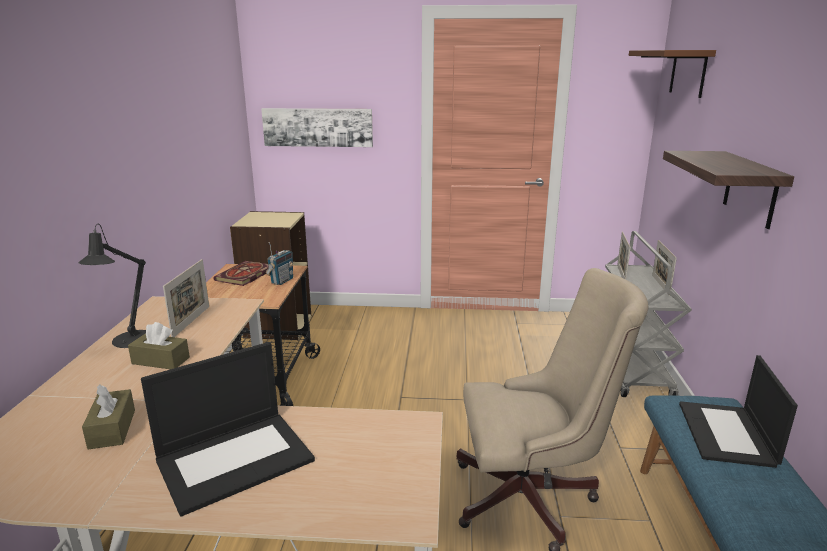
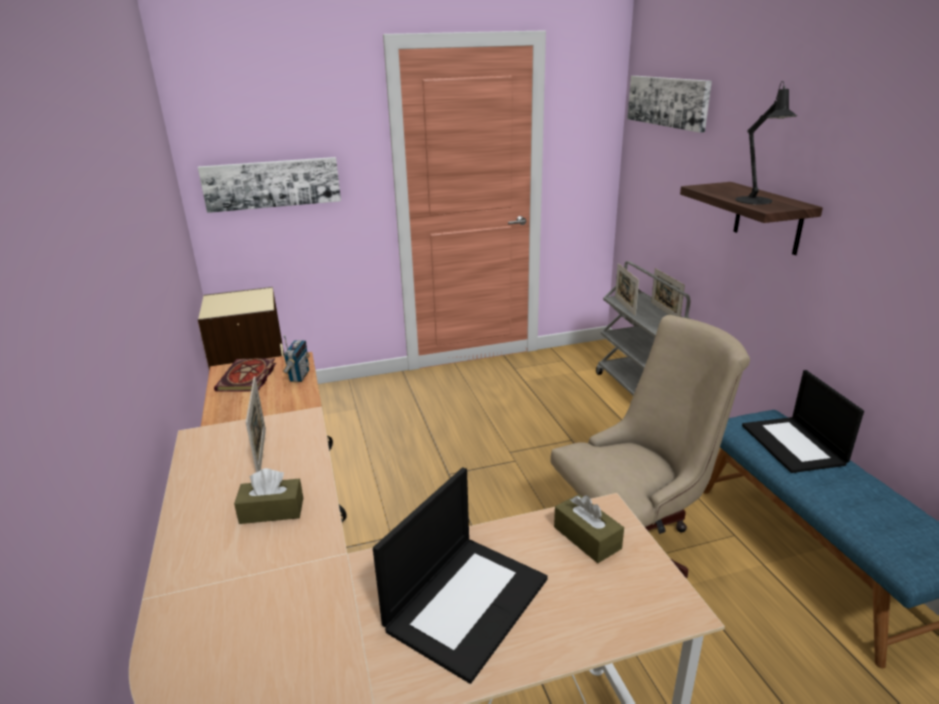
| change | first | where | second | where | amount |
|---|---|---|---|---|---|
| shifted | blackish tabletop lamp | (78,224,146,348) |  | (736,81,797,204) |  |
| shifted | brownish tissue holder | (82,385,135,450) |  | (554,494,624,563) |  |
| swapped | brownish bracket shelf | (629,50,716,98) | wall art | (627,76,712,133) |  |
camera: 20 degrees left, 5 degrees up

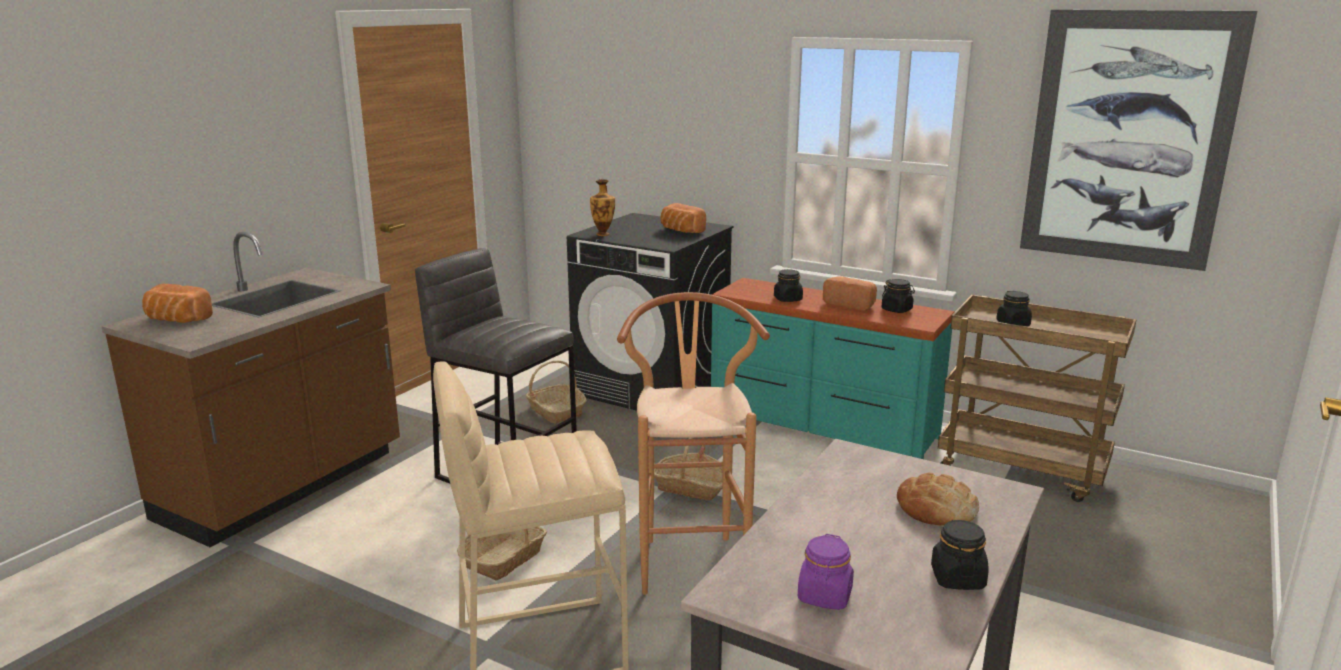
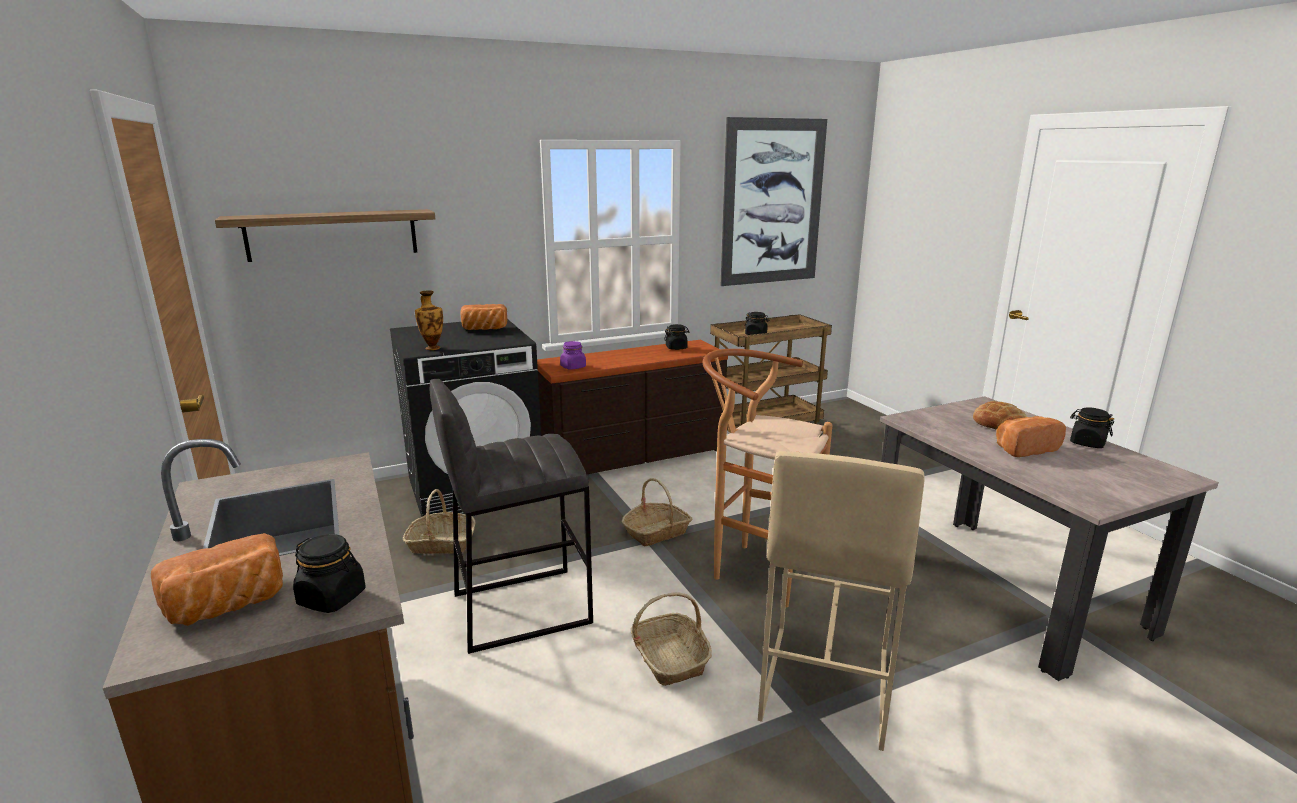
| change | first | where | second | where | amount |
|---|---|---|---|---|---|
| new |  |  | bracket shelf | (215,209,435,262) |  |
| shifted | blackish preserve jar | (774,269,803,302) |  | (293,534,365,613) |  |
| shifted | purple preserve jar | (798,534,854,610) |  | (560,341,586,369) |  |
| shifted | baked bread | (823,276,877,311) |  | (996,416,1066,457) |  |
| repainted | turquoise-coloured drawer chest | (711,278,955,459) | brownish drawer chest | (537,340,728,474) |  |
camera: 55 degrees left, 0 degrees up

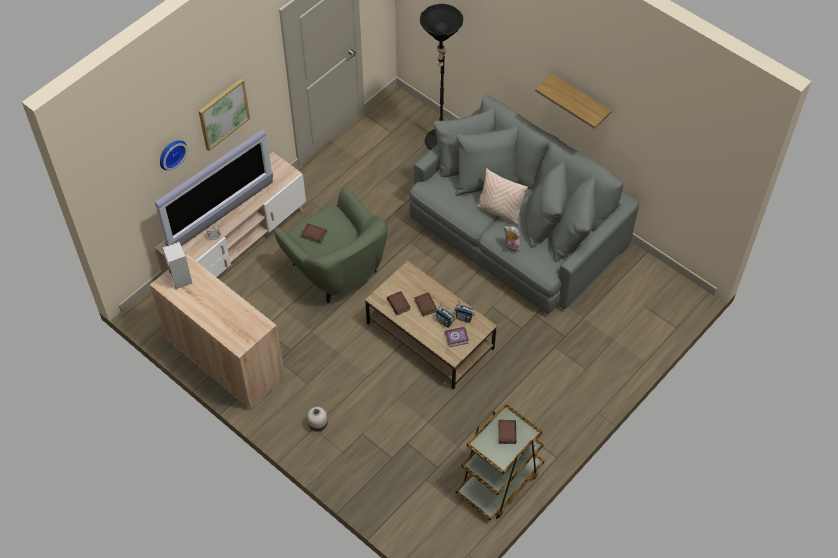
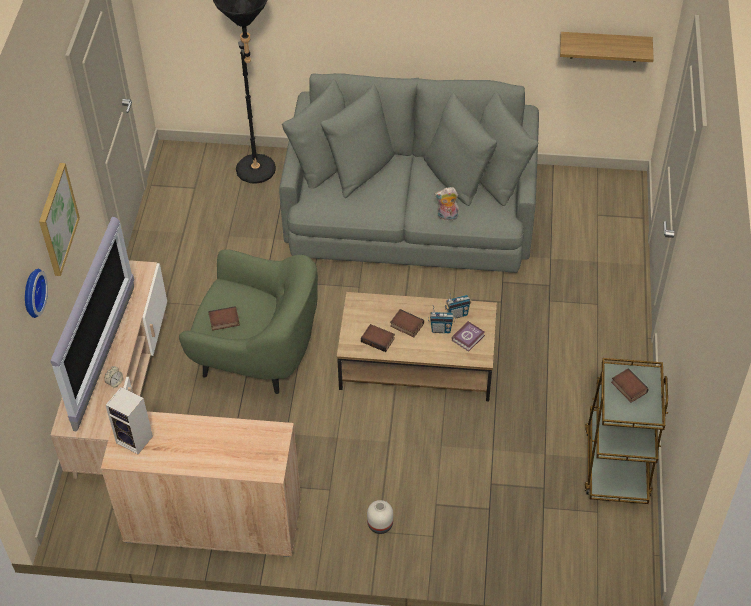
| change | first | where | second | where | amount |
|---|---|---|---|---|---|
| gone | beige-coloured pillow | (476,168,528,225) |  |  |  |
| shifted | bracket shelf | (535,74,612,129) |  | (560,32,654,62) |  |
camera: 35 degrees left, 5 degrees down

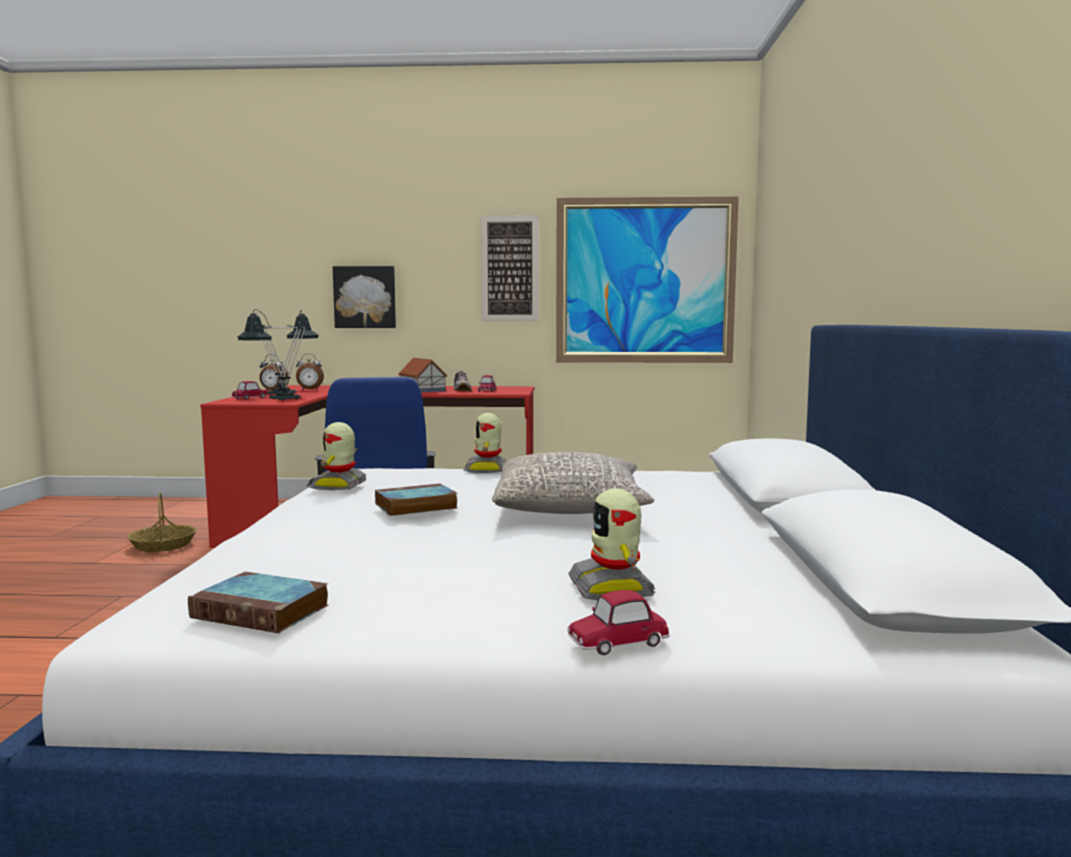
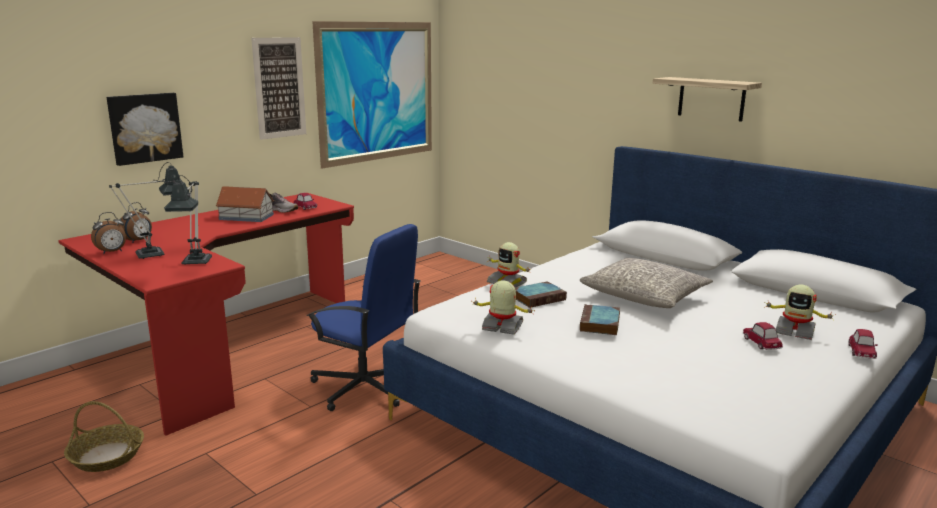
| change | first | where | second | where | amount |
|---|---|---|---|---|---|
| new |  |  | bracket shelf | (653,77,762,122) |  |
| shifted | book | (188,572,329,633) |  | (515,281,567,308) |  |
| shifted | model car | (232,381,268,400) |  | (743,322,783,350) |  |
| rotated | robot figure | (307,422,367,490) |  | (472,280,535,335) | 150 degrees clockwise |
camera: 50 degrees left, 10 degrees up

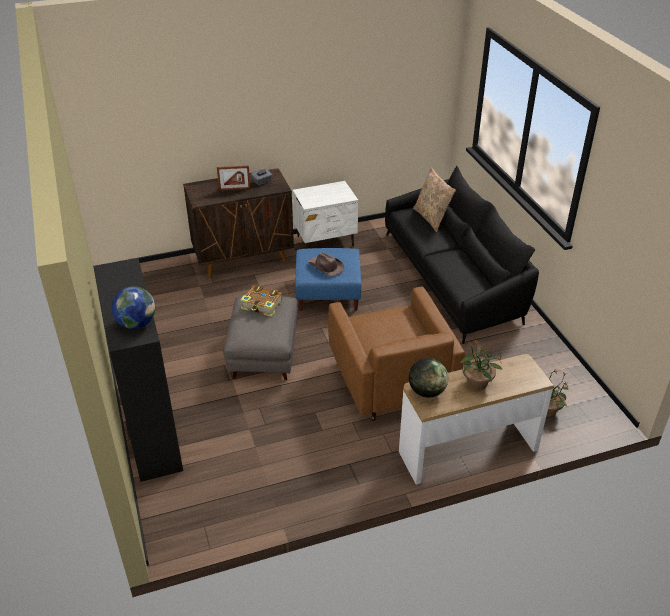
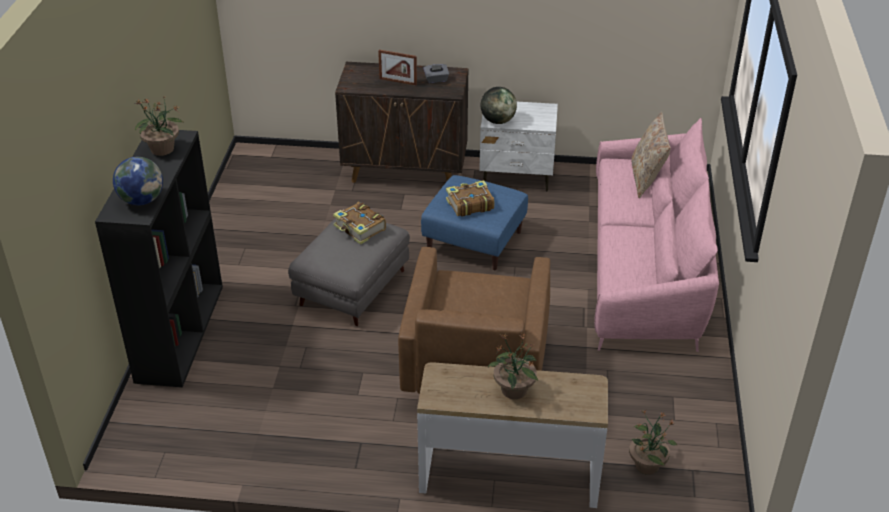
| change | first | where | second | where | amount |
|---|---|---|---|---|---|
| new |  |  | houseplant | (135,95,183,156) |  |
| shifted | globe | (409,358,448,398) |  | (481,87,517,124) |  |
| swapped | brownish hat | (308,252,344,277) | book | (446,180,494,217) |  |
| repainted | blackish sofa | (385,166,539,344) | pinkish sofa | (594,118,719,352) |  |
camera: 25 degrees right, 0 degrees up

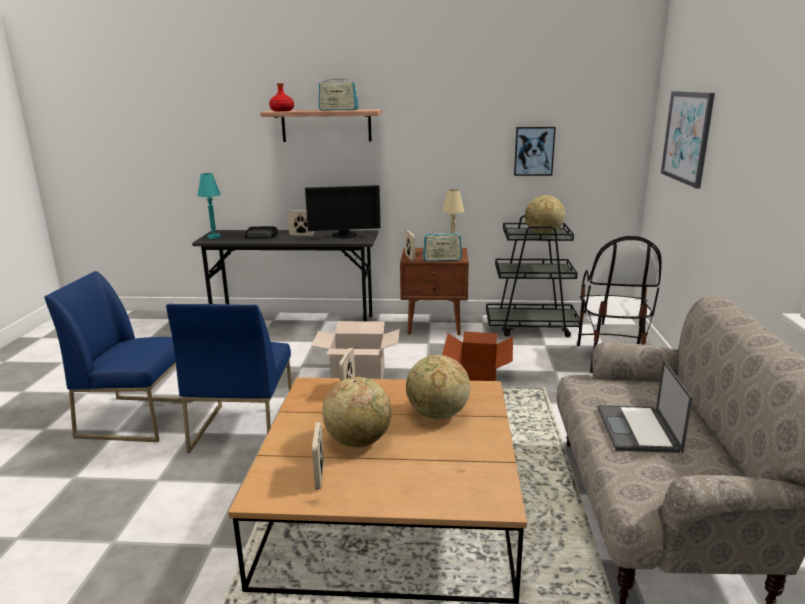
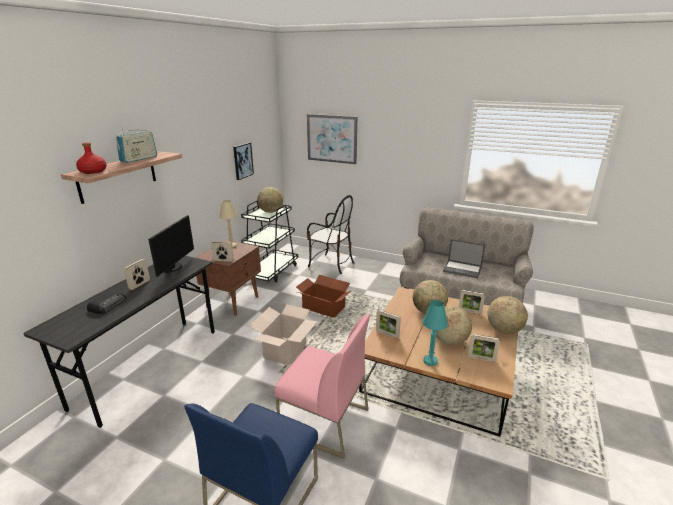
| change | first | where | second | where | amount |
|---|---|---|---|---|---|
| gone | radio | (423,228,462,261) |  |  |  |
| new |  |  | picture frame | (459,290,485,314) |  |
| new |  |  | globe | (487,296,528,334) |  |
| shifted | turquoise-coloured tabletop lamp | (197,173,221,239) |  | (422,300,448,366) |  |
| repainted | blue upright chair | (166,304,292,453) | pinkish upright chair | (274,314,370,459) |  |
camera: 70 degrees left, 5 degrees up

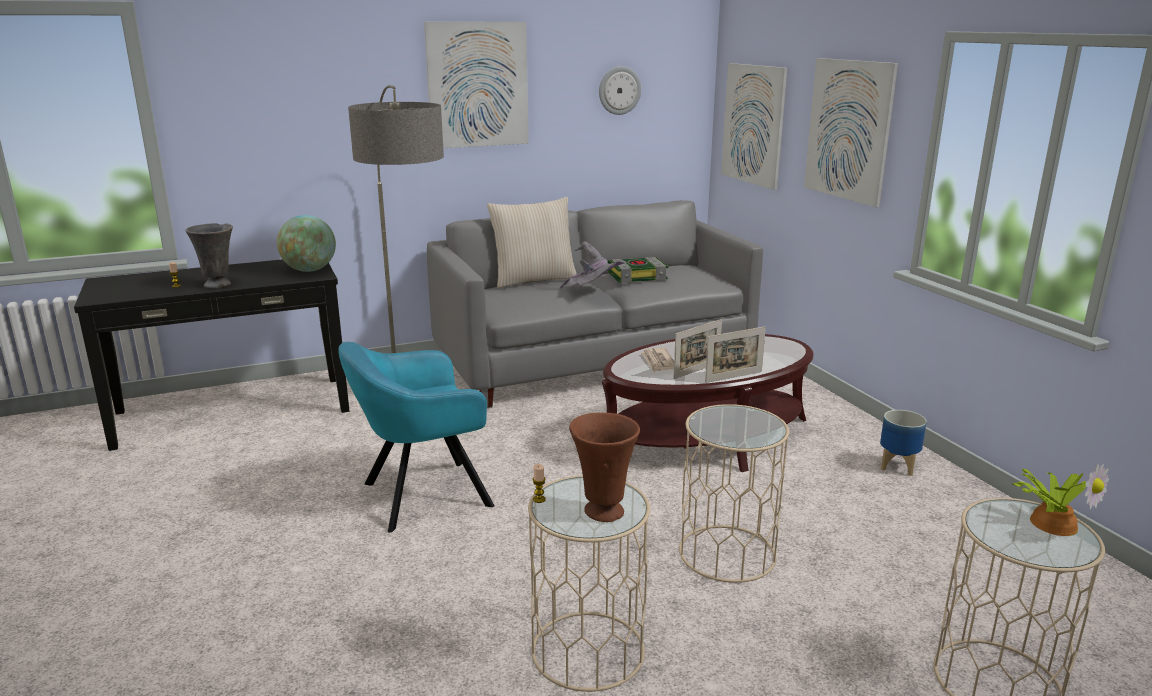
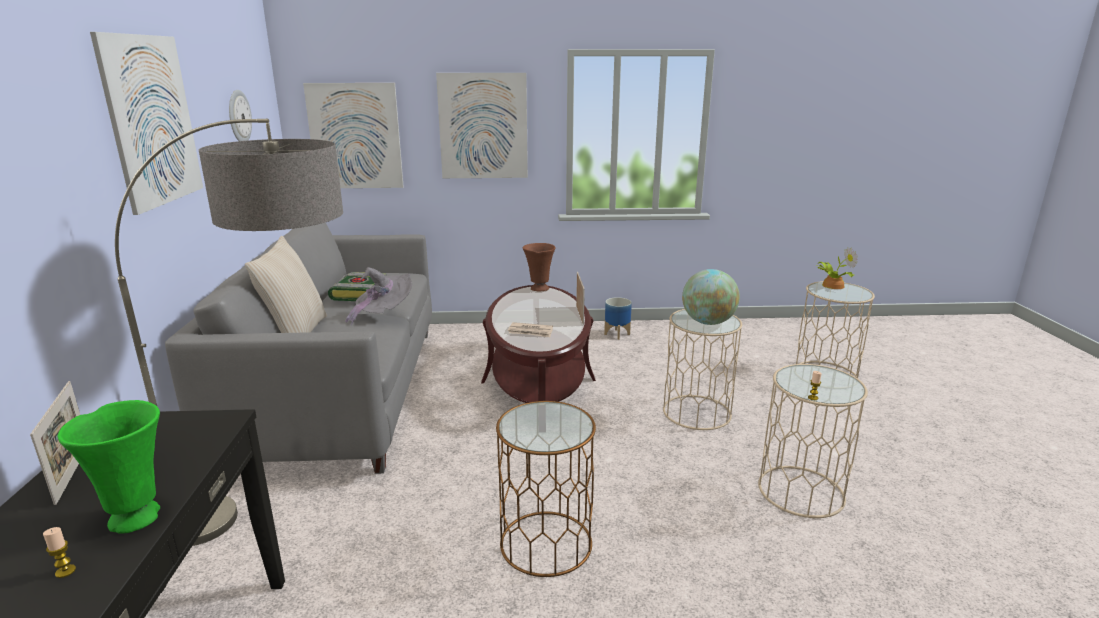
| change | first | where | second | where | amount |
|---|---|---|---|---|---|
| shifted | globe | (277,215,336,272) |  | (682,269,740,325) |  |
| shifted | brownish decorative vase | (569,413,640,522) |  | (523,243,556,291) |  |
| shifted | picture frame | (673,319,722,379) |  | (30,381,80,505) |  |
| swapped | turquoise-coloured lounge chair | (338,342,494,532) | brownish end table | (496,401,596,577) |  |
| repainted | greyish decorative vase | (185,223,233,288) | green-coloured decorative vase | (58,400,160,534) |  |
camera: 70 degrees left, 0 degrees up

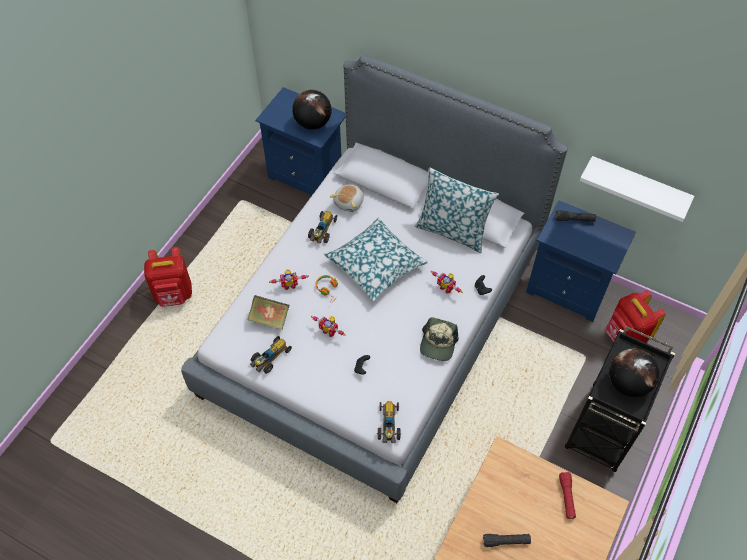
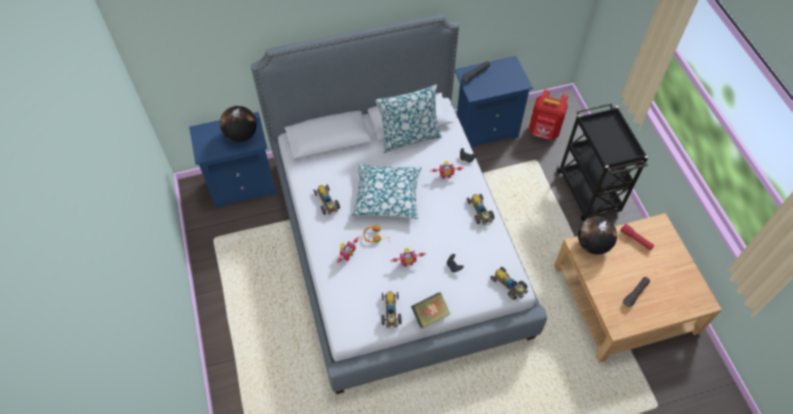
| change | first | where | second | where | amount |
|---|---|---|---|---|---|
| gone | red rucksack | (144,247,192,307) |  |  |  |
| gone | plush toy | (330,184,364,212) |  |  |  |
| gone | white-coloured bracket shelf | (580,156,694,222) |  |  |  |
| shifted | book | (248,295,289,330) |  | (411,292,450,328) |  |
| shifted | globe | (609,349,659,397) |  | (578,216,617,255) |  |
| swapped | baseball cap | (420,317,459,361) | model car | (467,194,494,225) |  |
camera: 45 degrees left, 0 degrees up

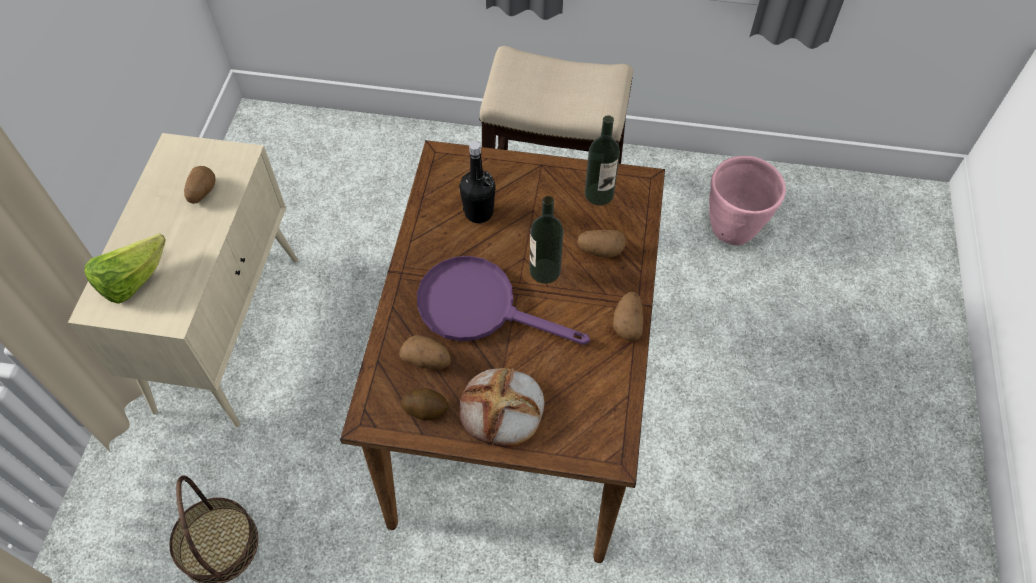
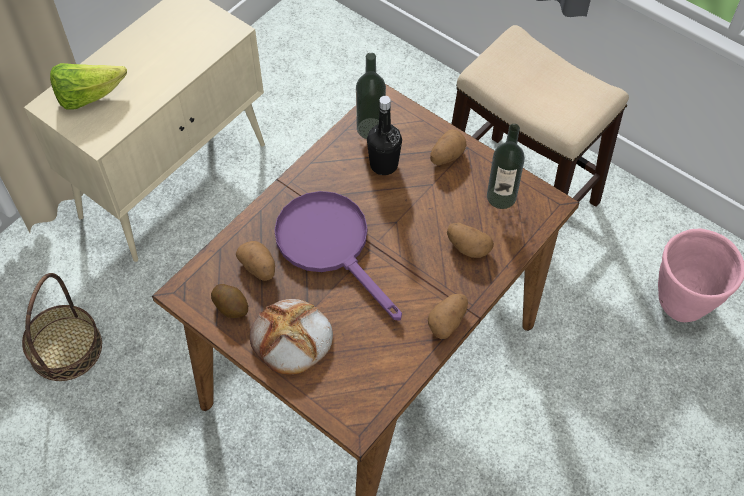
| change | first | where | second | where | amount |
|---|---|---|---|---|---|
| shifted | whole potato | (184,166,216,204) |  | (430,129,467,165) |  |
| shifted | bottle | (530,196,563,284) |  | (356,53,386,139) |  |
camera: 30 degrees right, 0 degrees up

